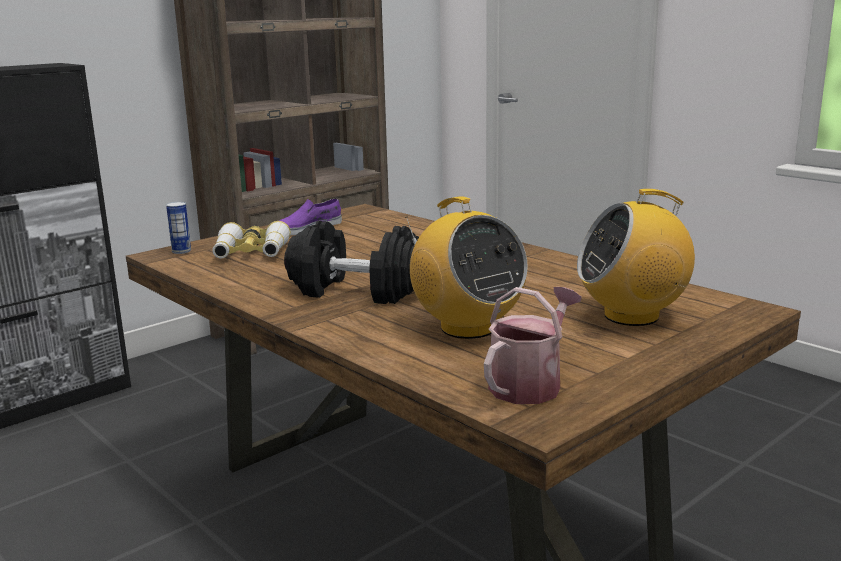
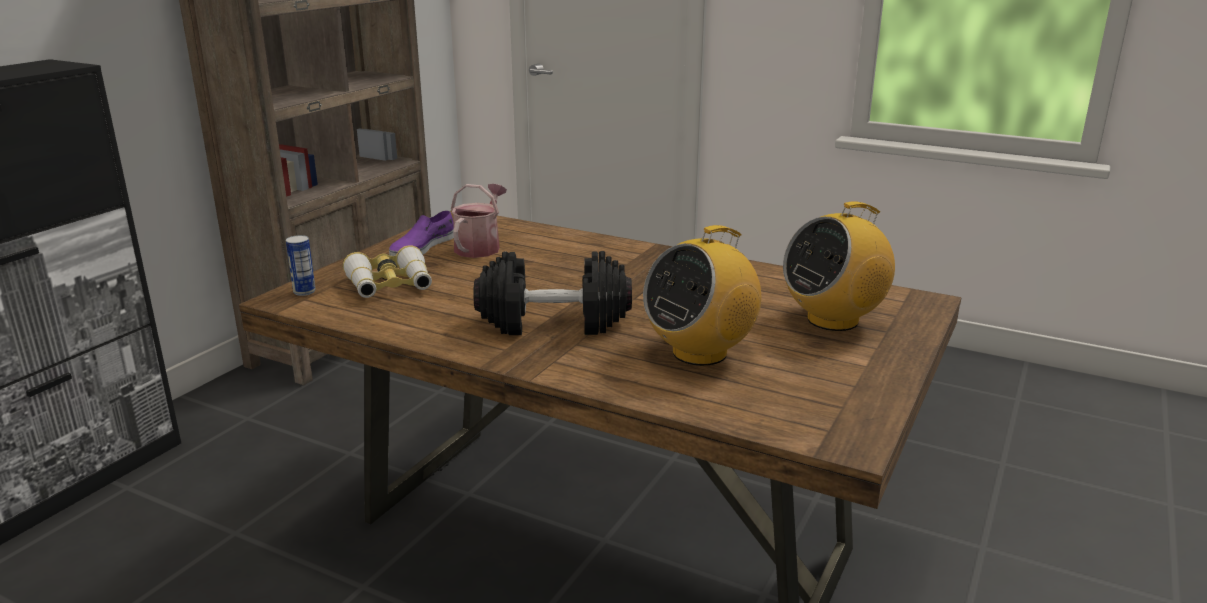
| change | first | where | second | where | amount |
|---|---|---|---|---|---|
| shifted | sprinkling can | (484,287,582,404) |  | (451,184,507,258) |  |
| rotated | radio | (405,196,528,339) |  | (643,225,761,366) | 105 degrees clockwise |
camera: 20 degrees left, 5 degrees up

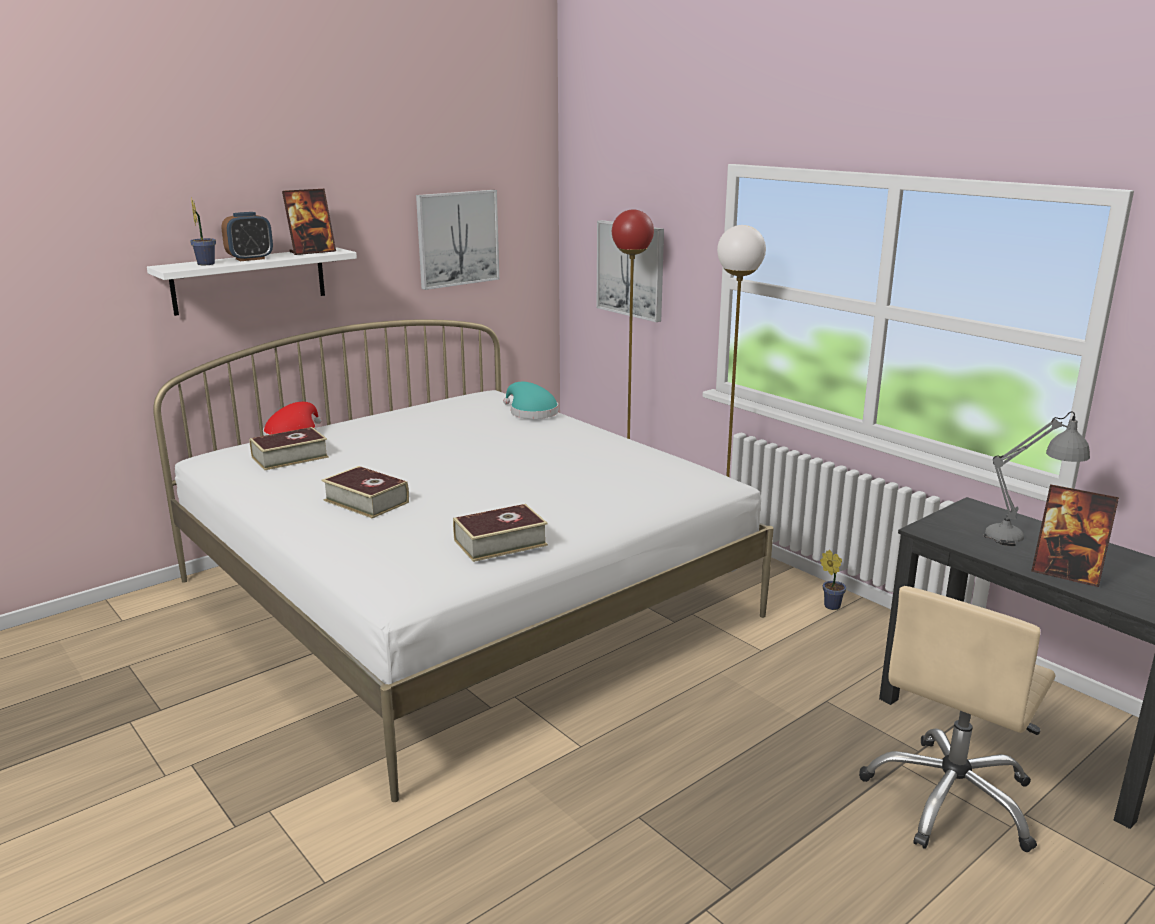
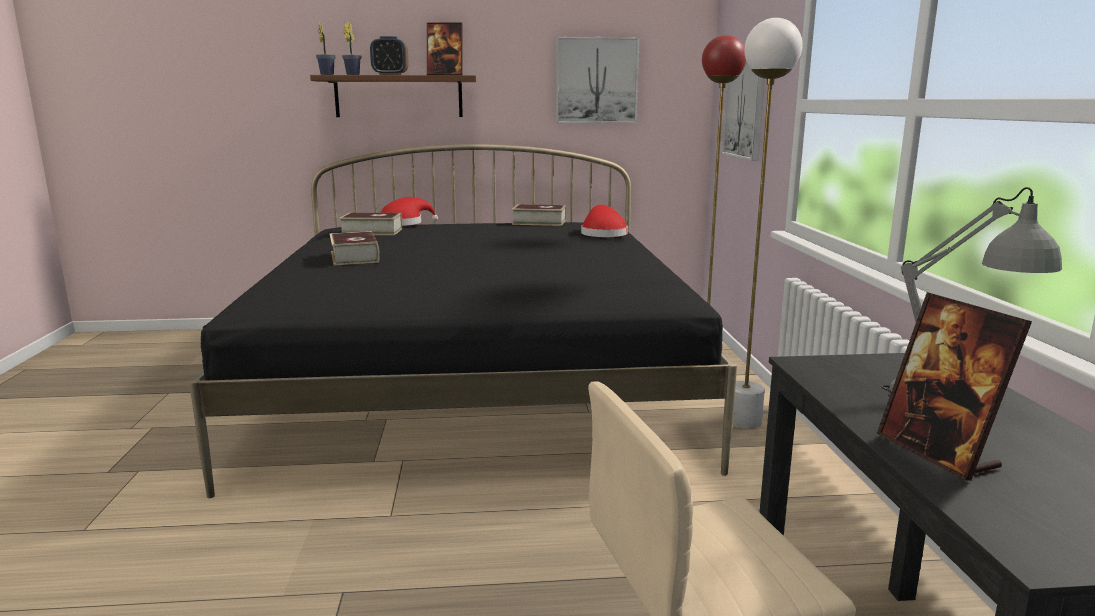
| change | first | where | second | where | amount |
|---|---|---|---|---|---|
| shifted | book | (453,504,548,562) |  | (512,204,566,226) |  |
| shifted | houseplant | (820,550,846,610) |  | (316,21,336,75) |  |
| repainted | white-coloured bracket shelf | (147,247,357,316) | brownish bracket shelf | (310,75,476,117) |  |
| repainted | white-coloured sleeping bed | (153,320,774,802) | blackish sleeping bed | (189,144,737,498) |  |
| repainted | turquoise-coloured hat | (503,382,558,419) | red hat | (581,205,628,237) |  |
camera: 35 degrees right, 5 degrees down

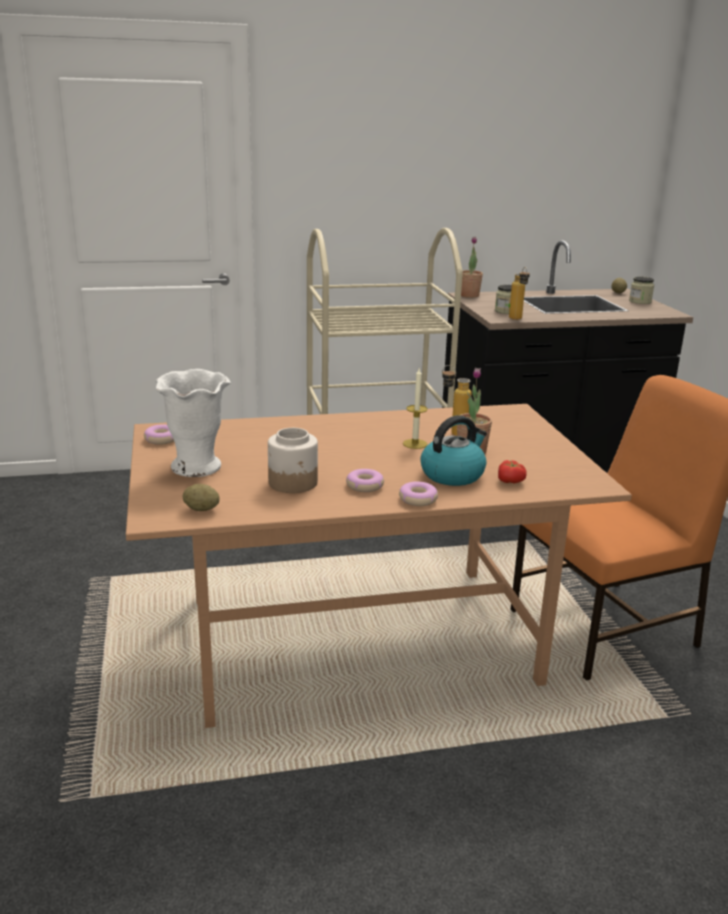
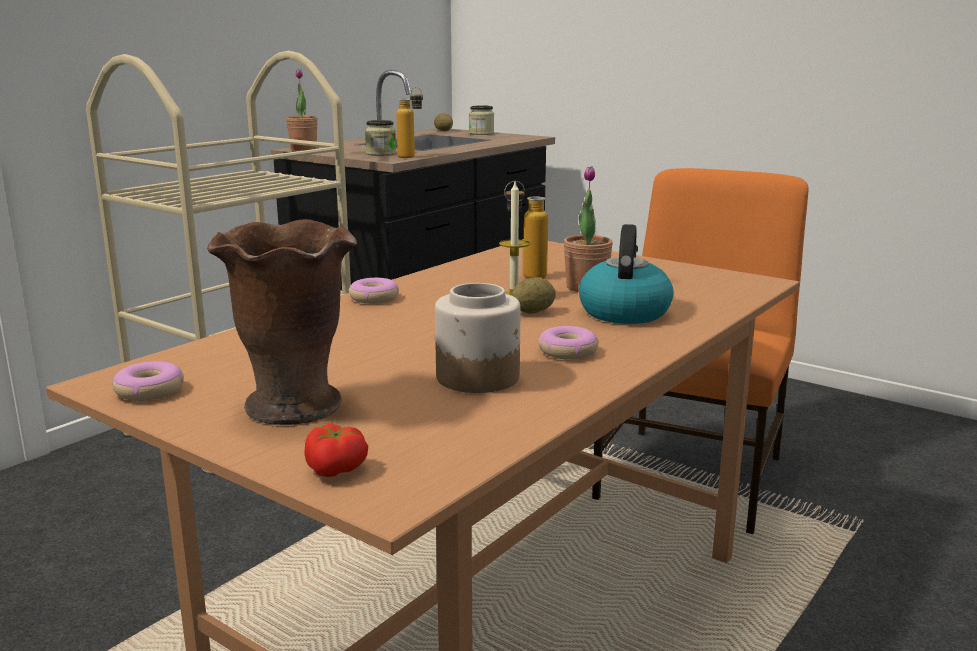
| change | first | where | second | where | amount |
|---|---|---|---|---|---|
| shifted | whole potato | (183,484,220,511) |  | (511,277,556,314) |  |
| shifted | doughnut | (399,482,438,506) |  | (348,278,399,304) |  |
| shifted | whole tomato | (498,460,527,484) |  | (304,424,368,477) |  |
| repainted | white-coloured decorative vase | (155,369,231,477) | brownish decorative vase | (207,219,357,425) |  |
camera: 40 degrees left, 5 degrees down

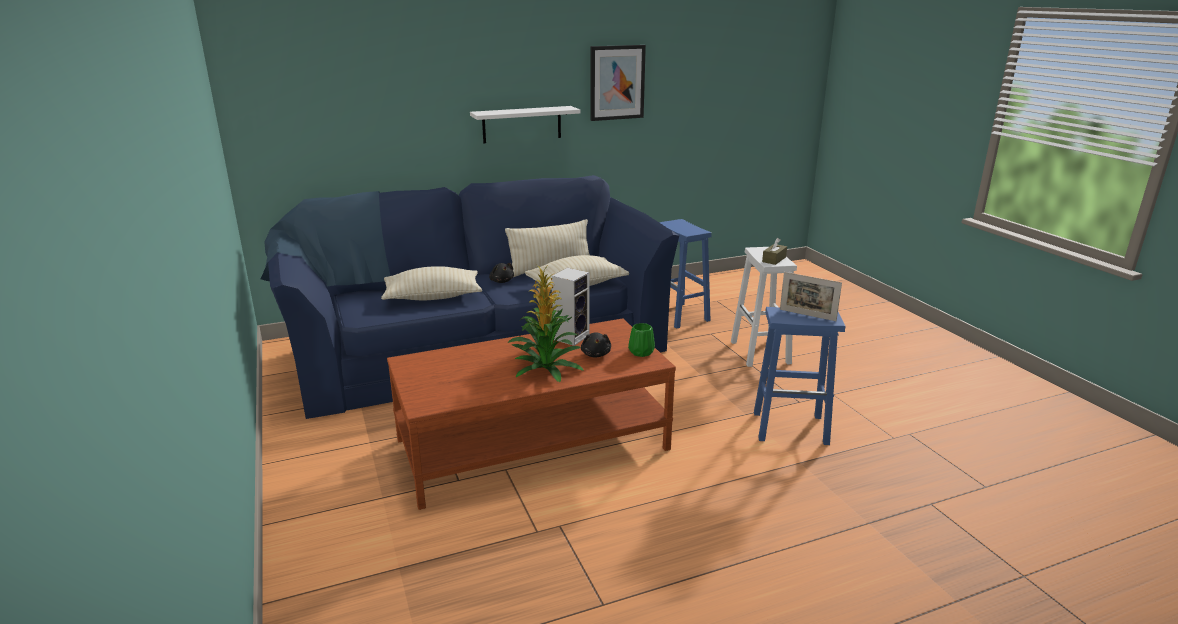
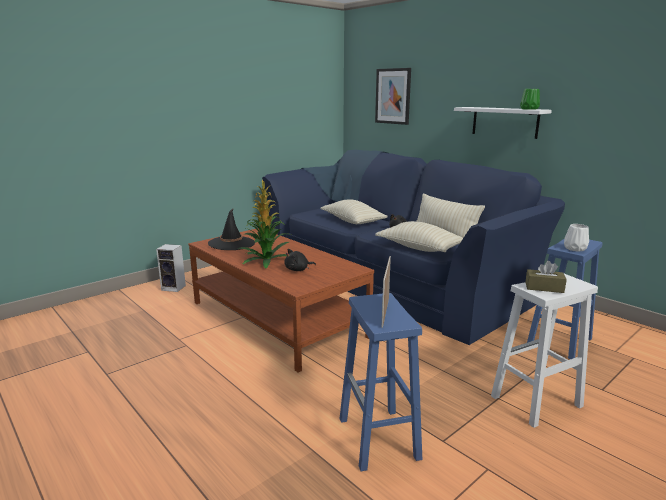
| change | first | where | second | where | amount |
|---|---|---|---|---|---|
| new |  |  | blackish hat | (208,208,255,250) |  |
| new |  |  | white-coloured decorative vase | (564,224,589,252) |  |
| shifted | speaker | (552,268,589,346) |  | (156,244,186,292) |  |
| shifted | wall art | (590,45,646,121) |  | (375,68,411,125) |  |
| shifted | green-coloured decorative vase | (628,323,655,357) |  | (520,89,540,110) |  |
camera: 70 degrees right, 5 degrees down

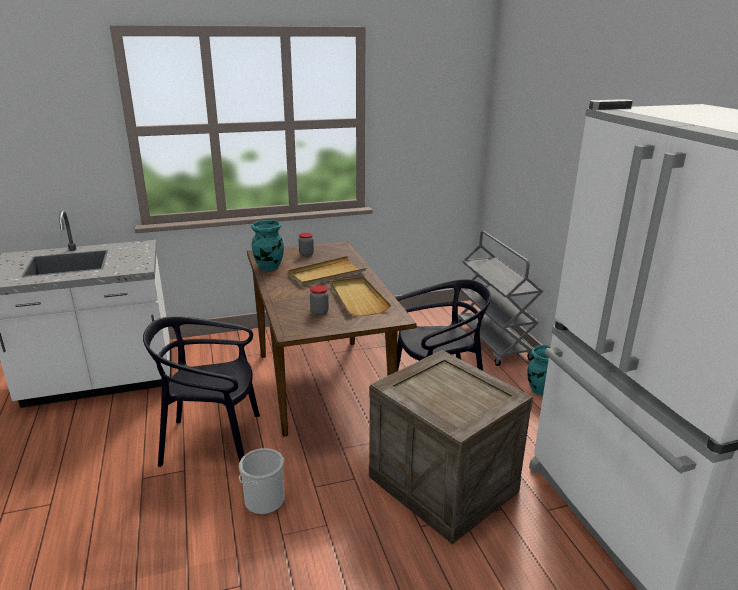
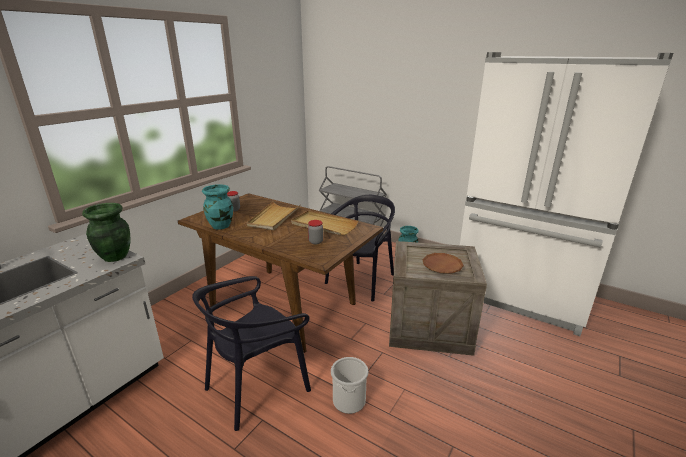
| change | first | where | second | where | amount |
|---|---|---|---|---|---|
| new |  |  | green-coloured decorative vase | (82,203,130,262) |  |
| new |  |  | brownish dinner plate | (423,253,464,274) |  |
camera: 40 degrees left, 0 degrees up

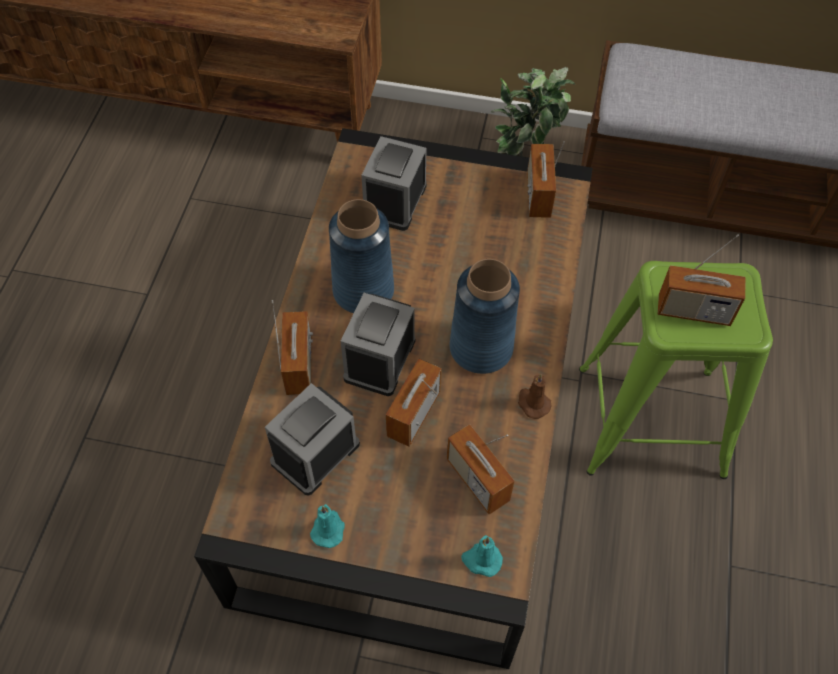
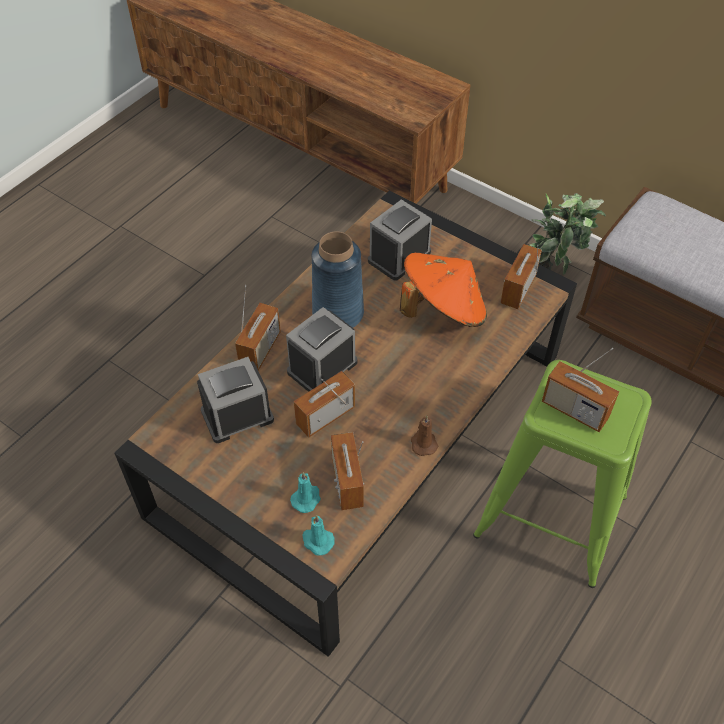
| change | first | where | second | where | amount |
|---|---|---|---|---|---|
| gone | blue decorative vase | (449,259,520,374) |  |  |  |
| new |  |  | orange hat | (400,253,487,327) |  |
| shifted | turquoise-coloured wax candle | (310,504,345,548) |  | (290,472,321,513) |  |
camera: 25 degrees right, 5 degrees down

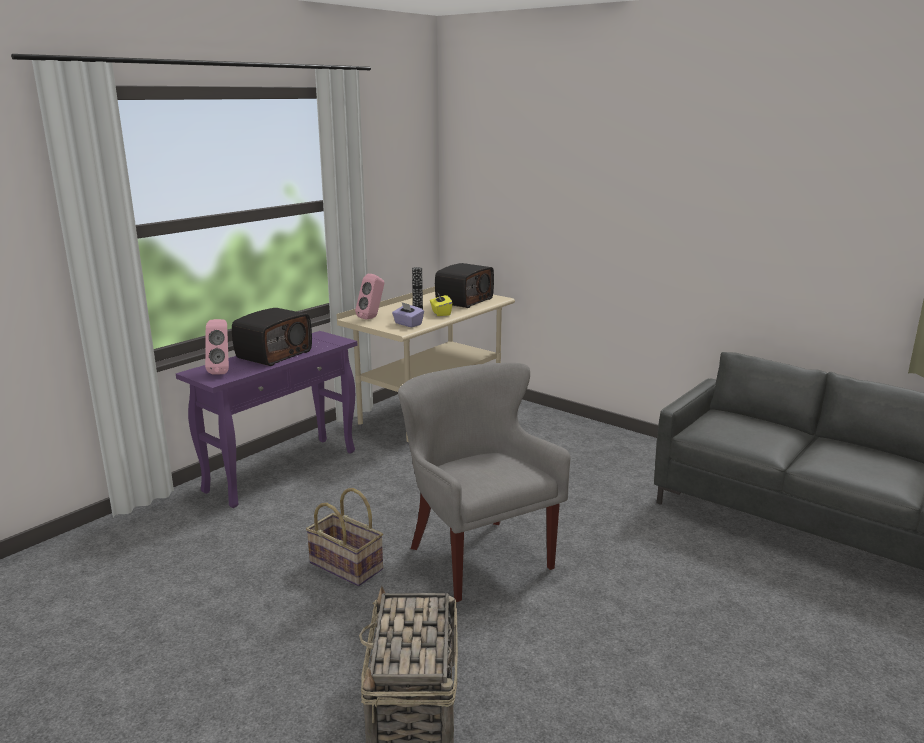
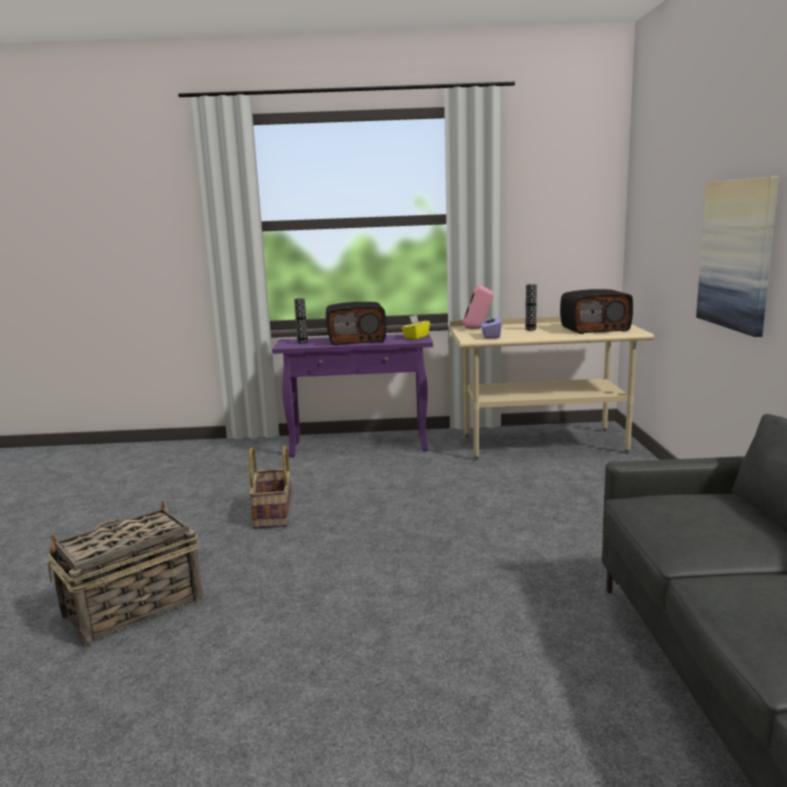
| change | first | where | second | where | amount |
|---|---|---|---|---|---|
| gone | greyish lounge chair | (398,363,571,602) |  |  |  |
| new |  |  | wall art | (696,176,779,337) |  |
| shifted | yellow-coloured tissue holder | (430,293,452,316) |  | (402,315,430,339) |  |
| swapped | pinkish speaker | (205,319,229,374) | decorative vase | (294,298,308,344) |  |
camera: 50 degrees right, 5 degrees down

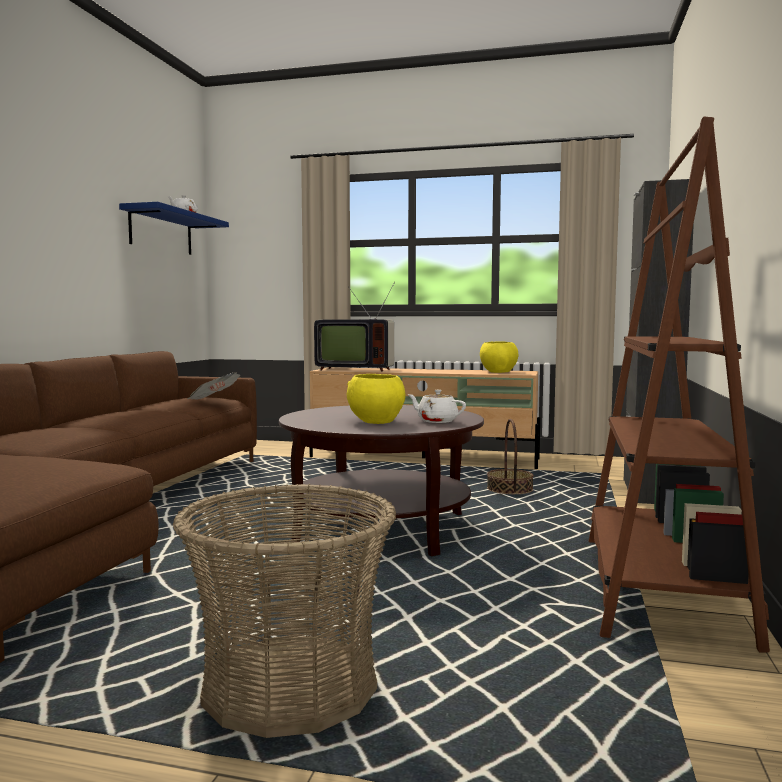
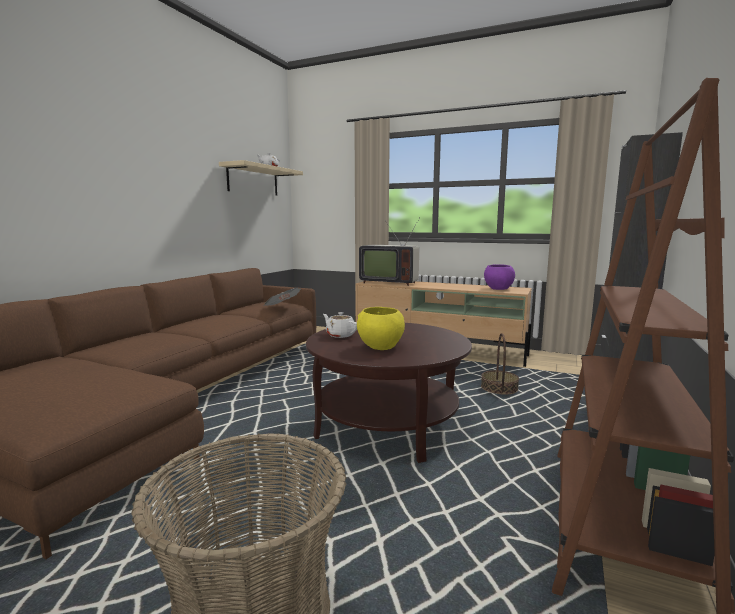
| change | first | where | second | where | amount |
|---|---|---|---|---|---|
| shifted | white-coloured pot for tea | (408,390,466,423) |  | (323,312,357,338) |  |
| repainted | blue bracket shelf | (119,202,229,255) | beige-coloured bracket shelf | (219,160,303,196) |  |
| repainted | yellow-coloured bowl | (480,342,519,373) | purple bowl | (484,264,515,290) |  |
camera: 10 degrees right, 5 degrees up

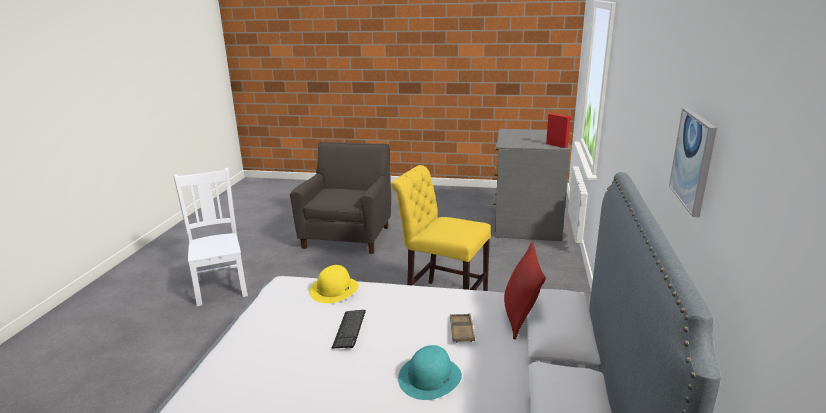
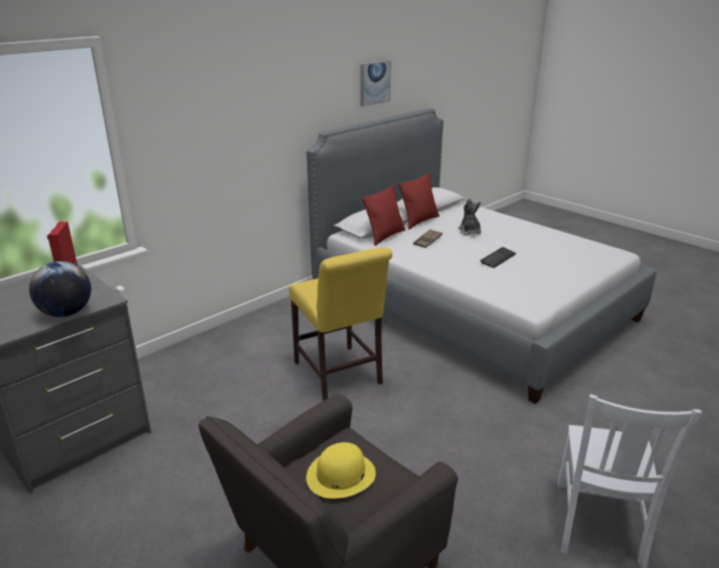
| change | first | where | second | where | amount |
|---|---|---|---|---|---|
| new |  |  | globe | (29,261,91,317) |  |
| new |  |  | red pillow | (398,172,440,229) |  |
| shifted | yellow-coloured hat | (310,265,359,303) |  | (306,442,376,499) |  |
| swapped | turquoise-coloured hat | (398,345,462,400) | plush toy | (458,198,481,236) |  |
camera: 145 degrees left, 5 degrees up

